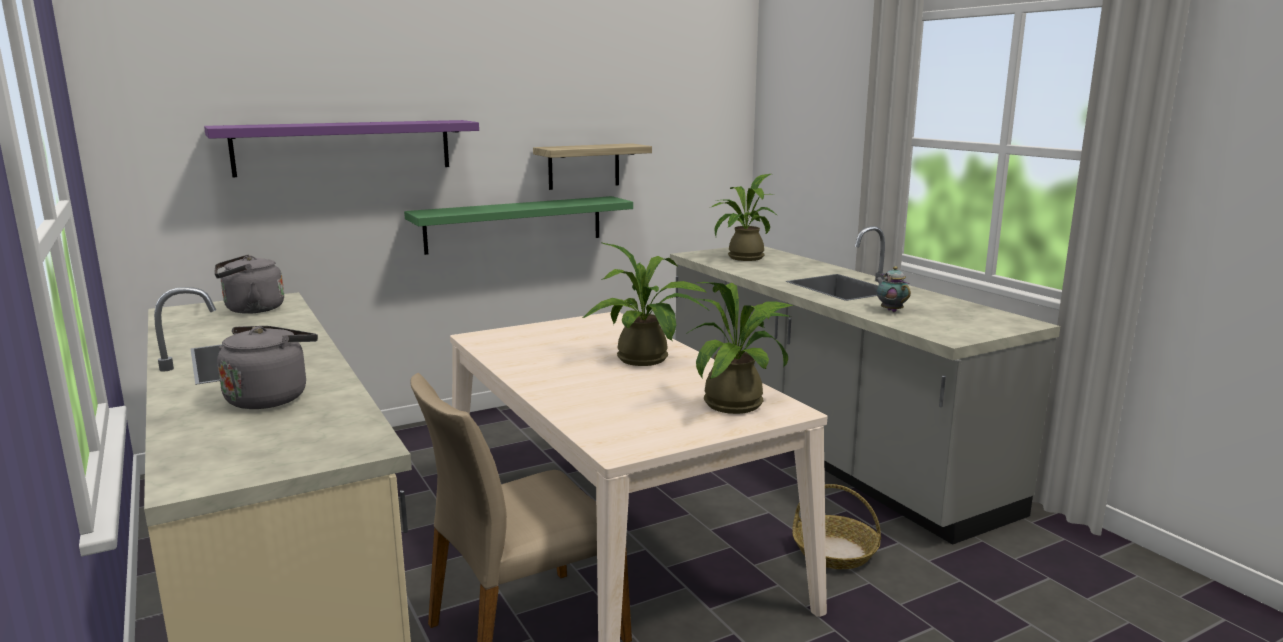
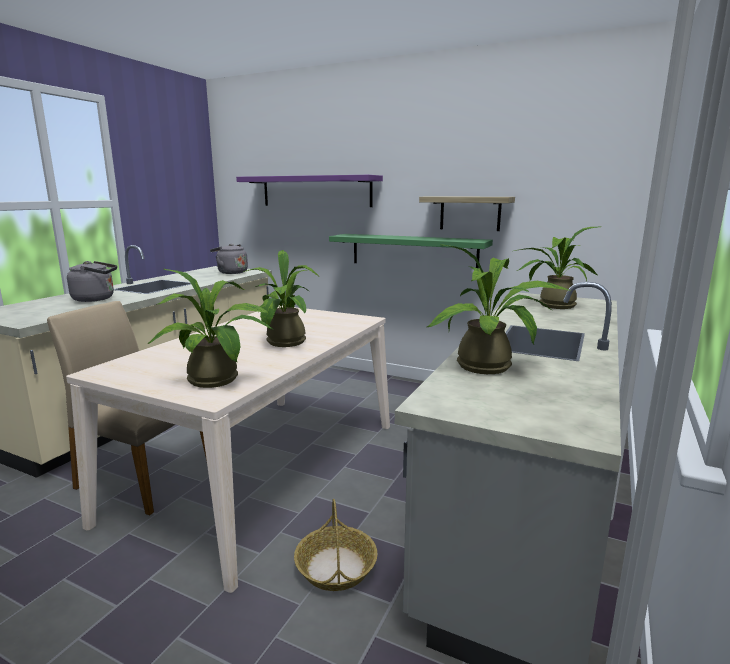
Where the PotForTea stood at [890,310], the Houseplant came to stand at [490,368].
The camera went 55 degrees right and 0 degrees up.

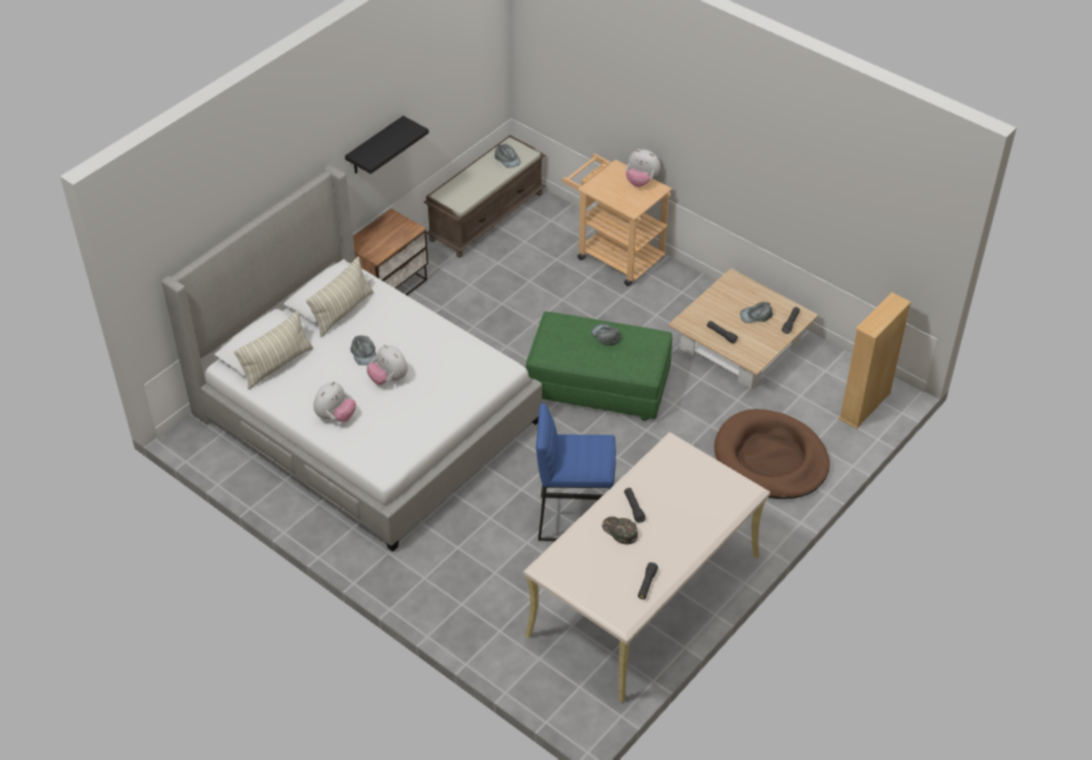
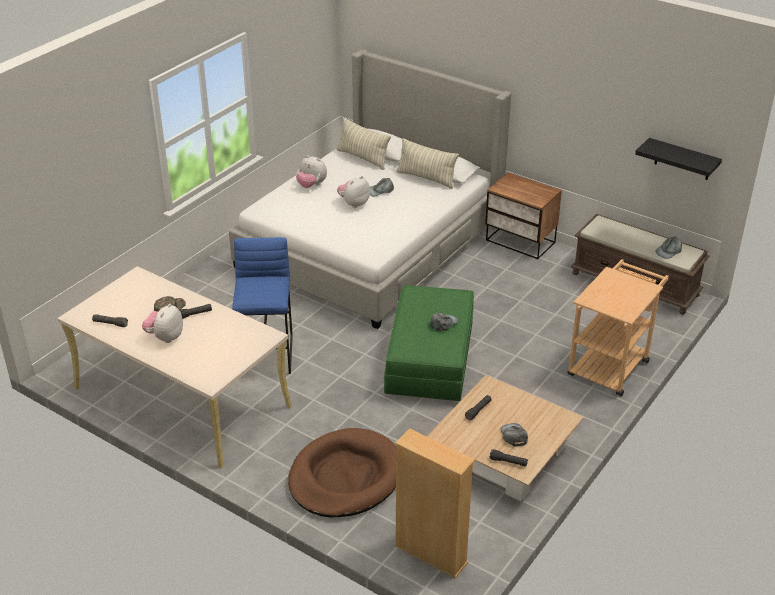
The BlackColouredShelf ended up elsewhere, having gone from [375,146] to [682,159].
The SoftToy ended up elsewhere, having gone from [641,181] to [165,337].
The camera went 85 degrees right and 10 degrees down.

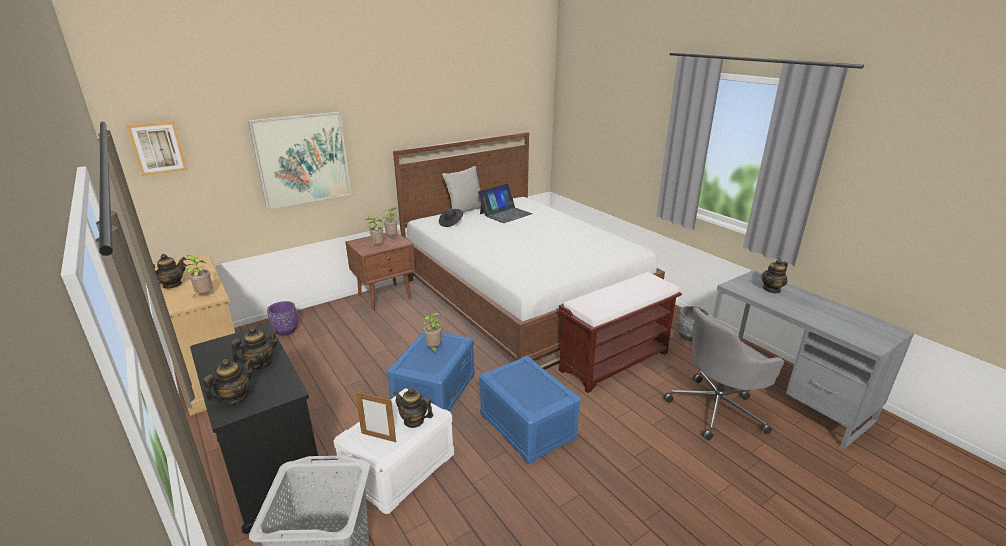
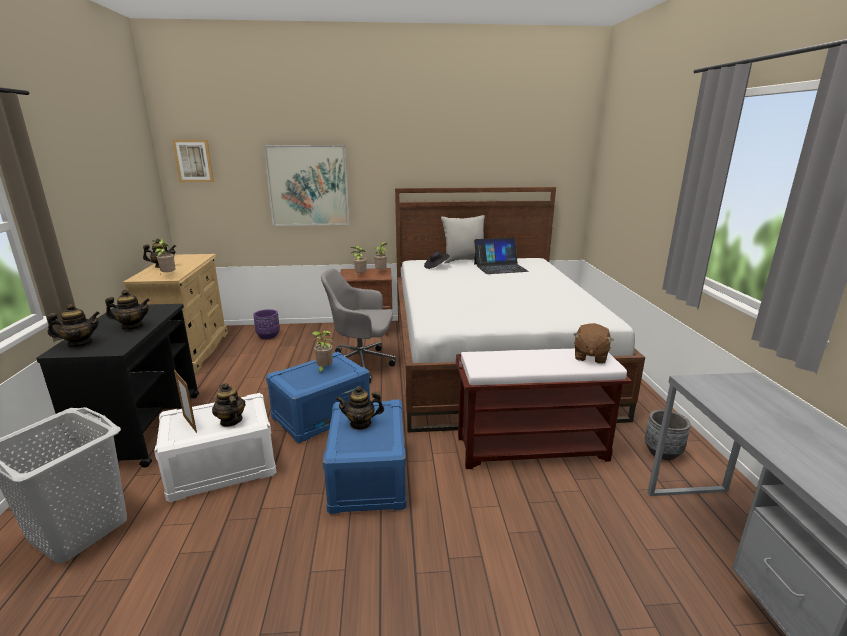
The second view gained the BrownishSoftToy at [590,356].
The GrayComputerChair ended up elsewhere, having gone from [717,409] to [361,364].
The PotForTea ended up elsewhere, having gone from [772,289] to [360,423].
The camera went 30 degrees right and 5 degrees down.

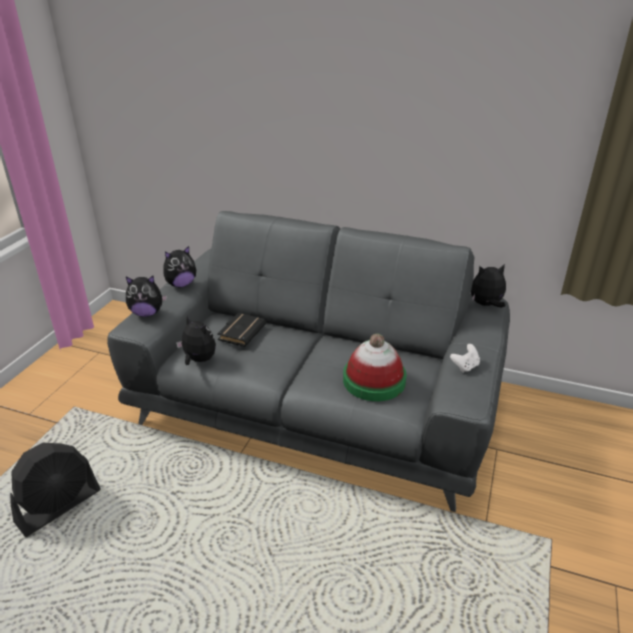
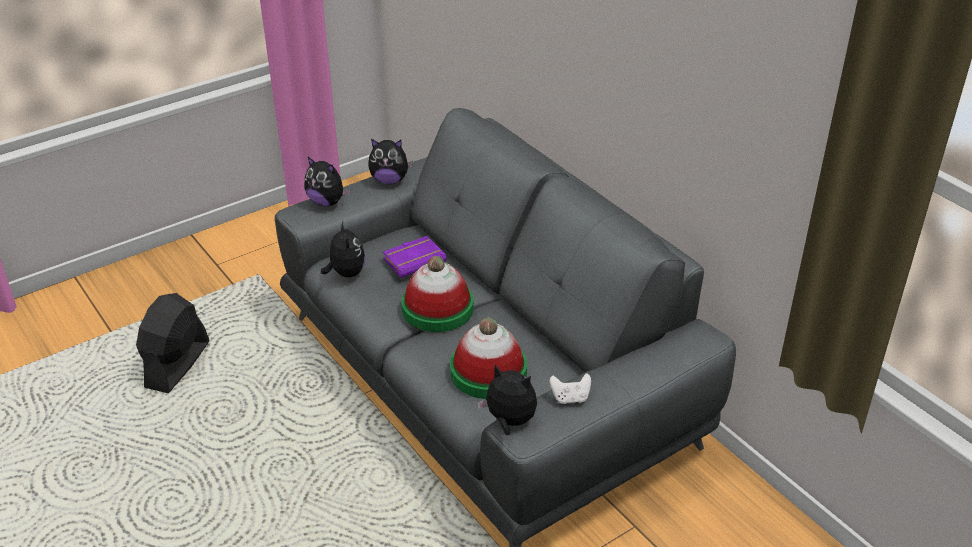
The second view gained the WearableHat at [437,308].
The SoftToy ended up elsewhere, having gone from [486,305] to [509,421].
What was the BlackColouredBook at [241,332] turned into the PurpleColouredBook at [415,259].
The BlackColouredFan at [59,506] ended up facing another way, 120 degrees clockwise from before.
The camera went 35 degrees right and 5 degrees up.

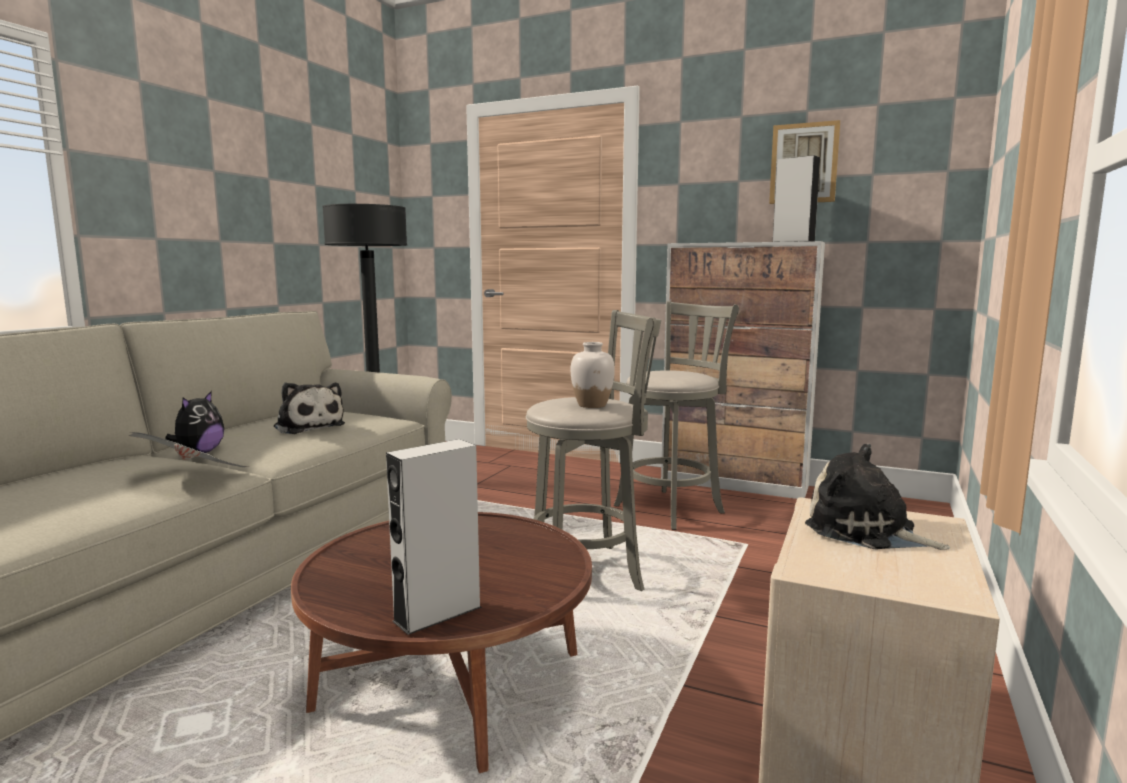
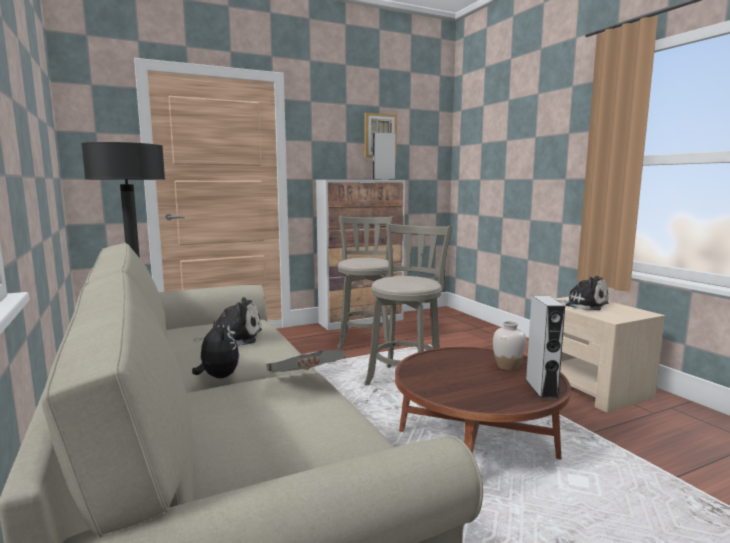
The WhitishDecorativeVase ended up elsewhere, having gone from [592,405] to [508,367].
The SoftToy at [866,531] ended up facing another way, 135 degrees counterclockwise from before.
The camera went 50 degrees left and 0 degrees up.

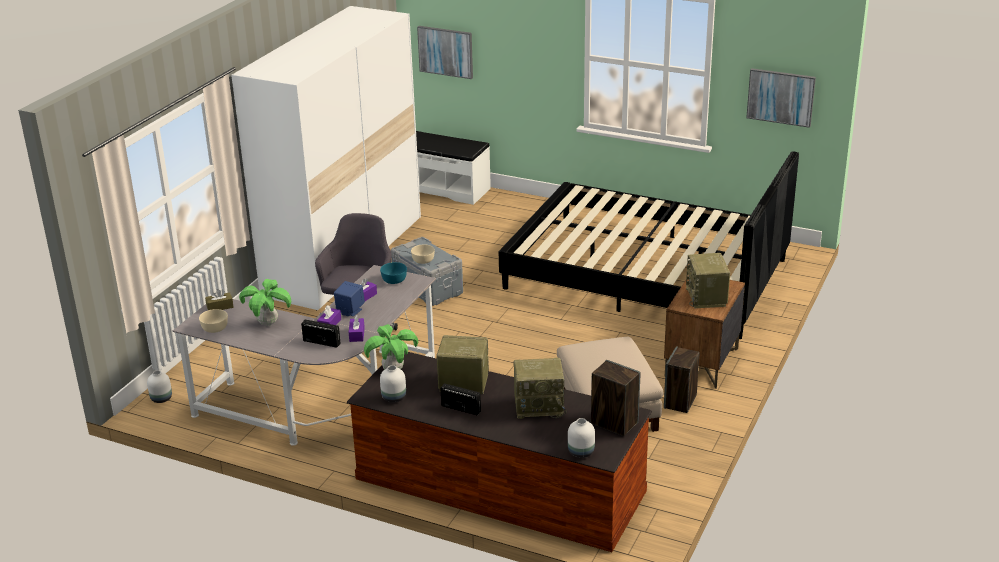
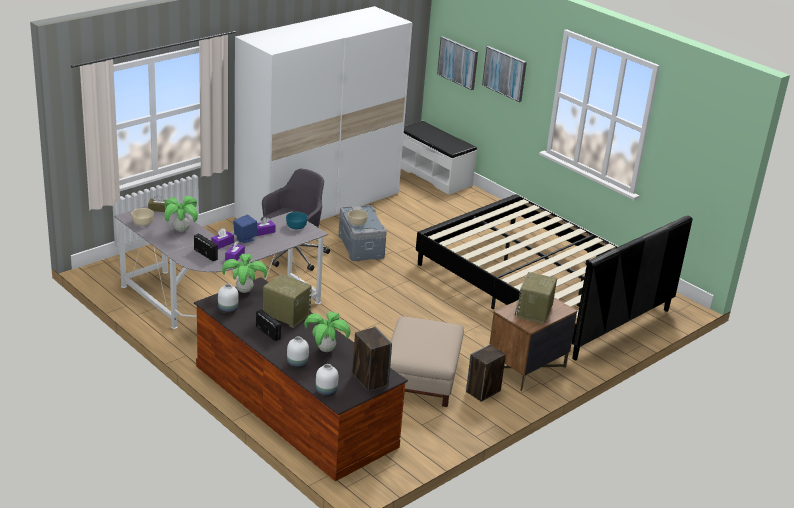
The WhitishDecorativeVase ended up elsewhere, having gone from [161,398] to [297,363].
The WallArt ended up elsewhere, having gone from [781,97] to [505,73].
Where the RadioSet stood at [539,406], the Houseplant came to stand at [326,350].
The camera went 20 degrees right and 0 degrees up.

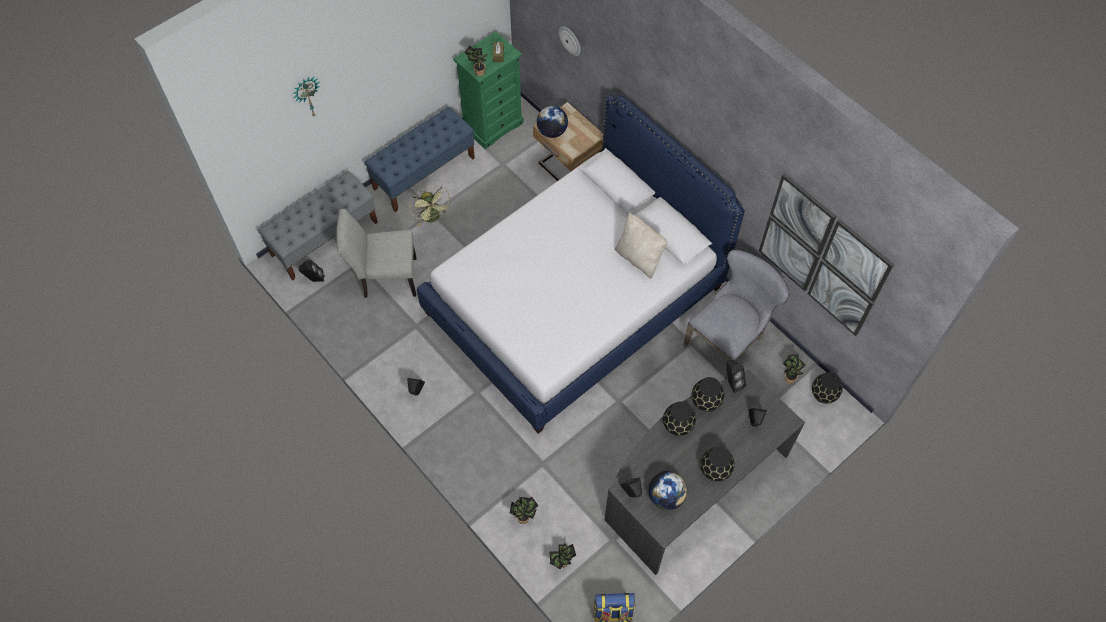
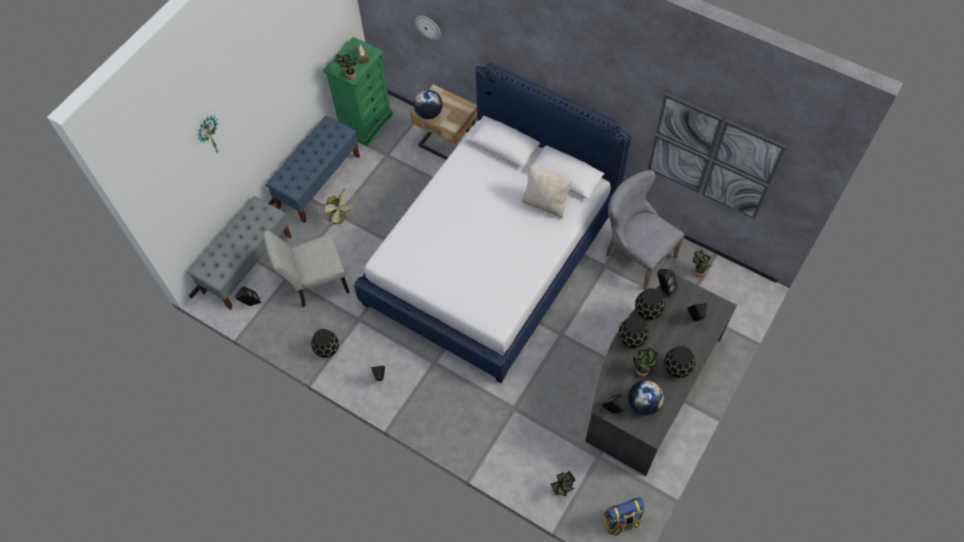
The Houseplant ended up elsewhere, having gone from [524,517] to [642,370].
The BlackColouredDecorativeVase ended up elsewhere, having gone from [823,395] to [327,349].
The GrayUprightChair at [728,340] ended up facing another way, 75 degrees counterclockwise from before.
The camera went 15 degrees left and 0 degrees up.

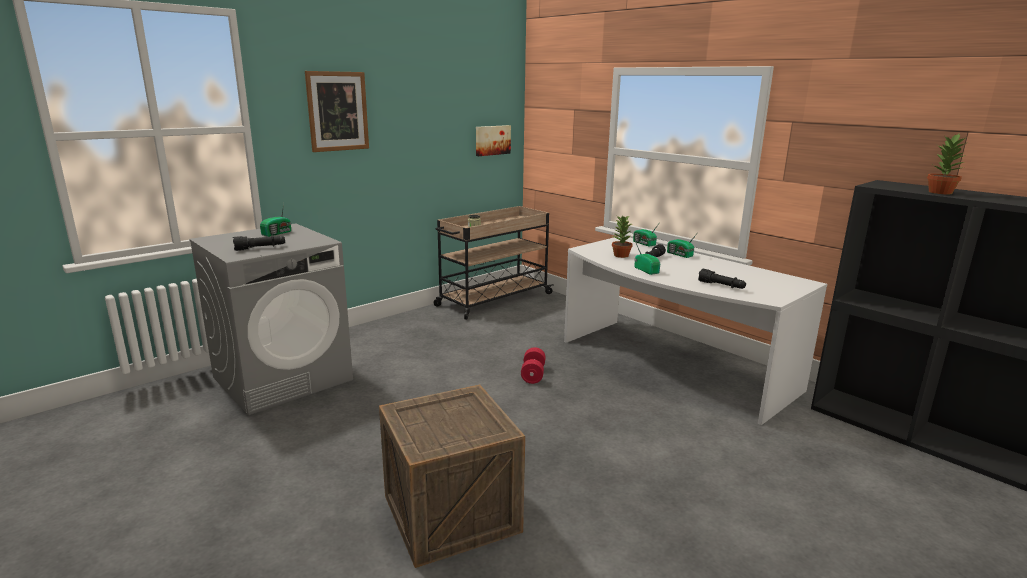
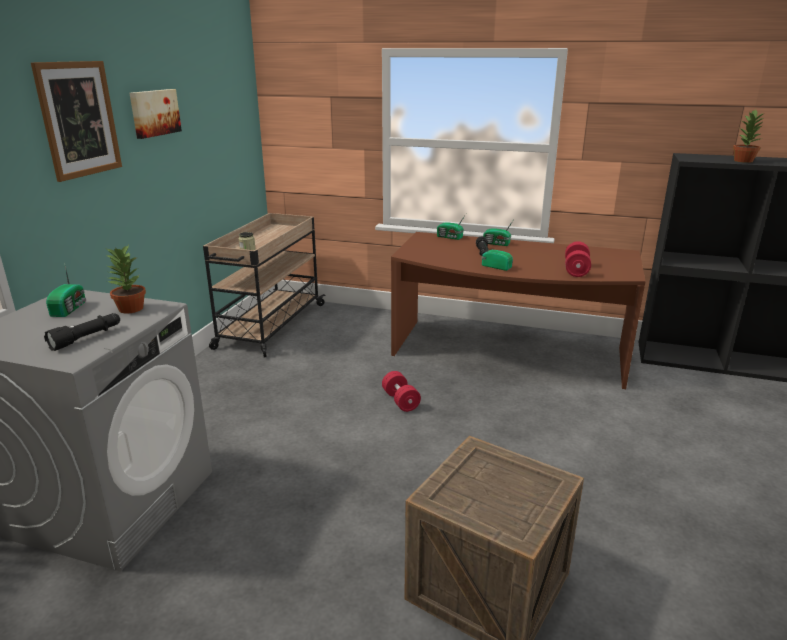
The WallArt ended up elsewhere, having gone from [492,140] to [154,113].
The Houseplant ended up elsewhere, having gone from [620,255] to [130,309].
Where the BlackColouredTorch stood at [721,286], the ReddishFreeWeight came to stand at [576,270].
What was the WhitishDeskUnit at [671,366] turned into the BrownishDeskUnit at [507,354].
The camera went 30 degrees left and 5 degrees up.

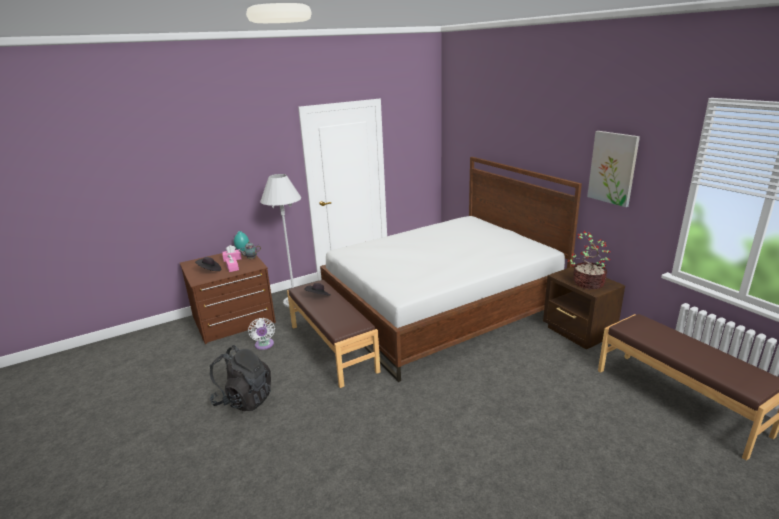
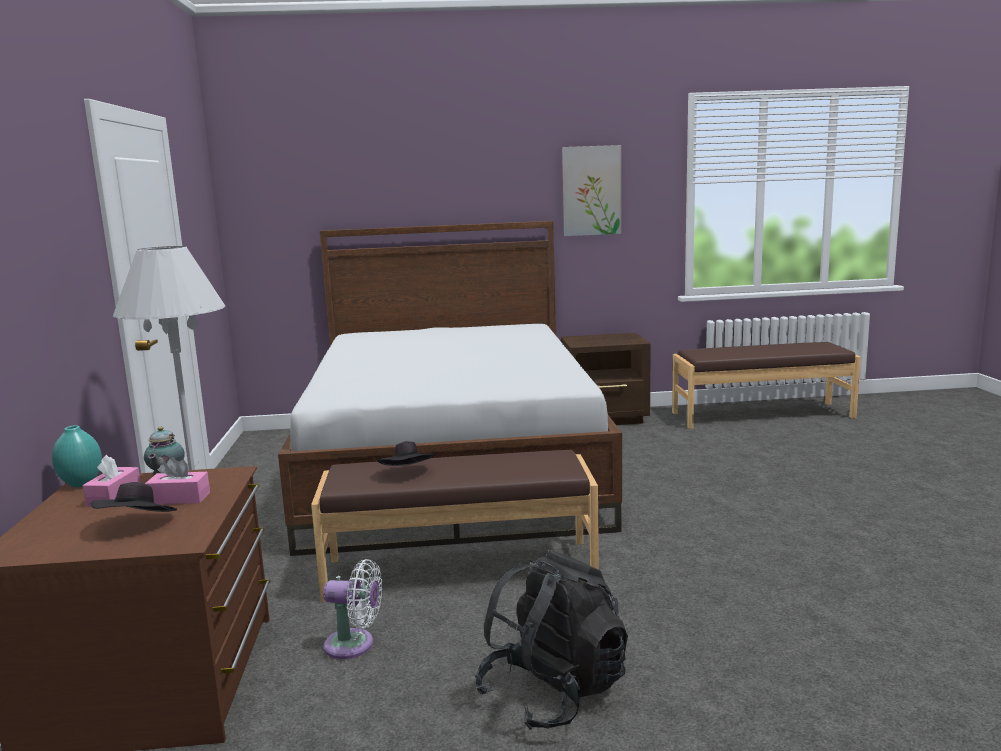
The second view lost the Houseplant at [587,283].
The camera went 65 degrees left and 10 degrees down.

